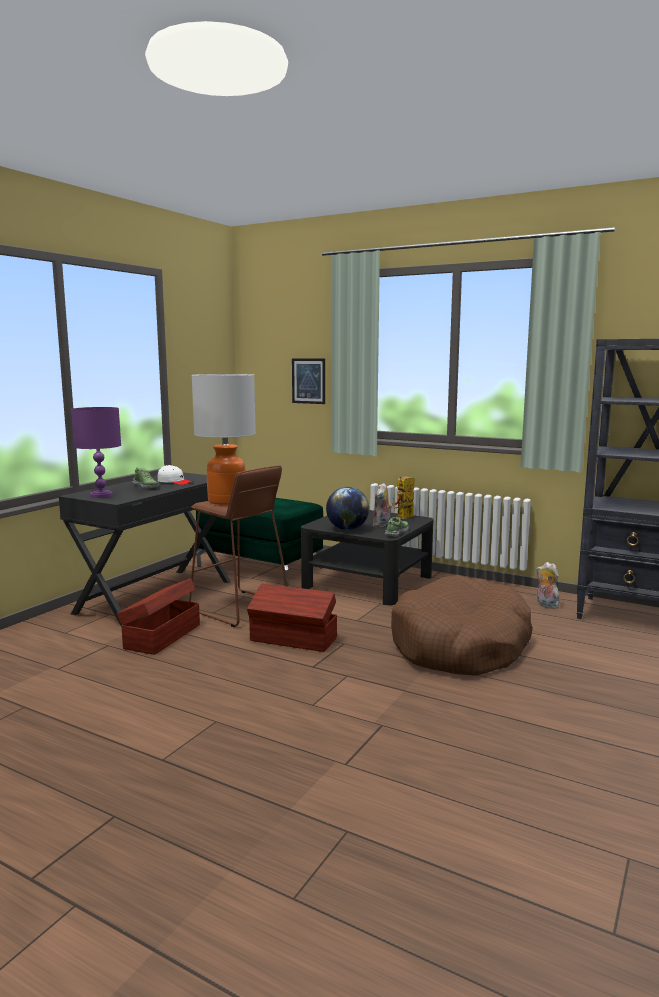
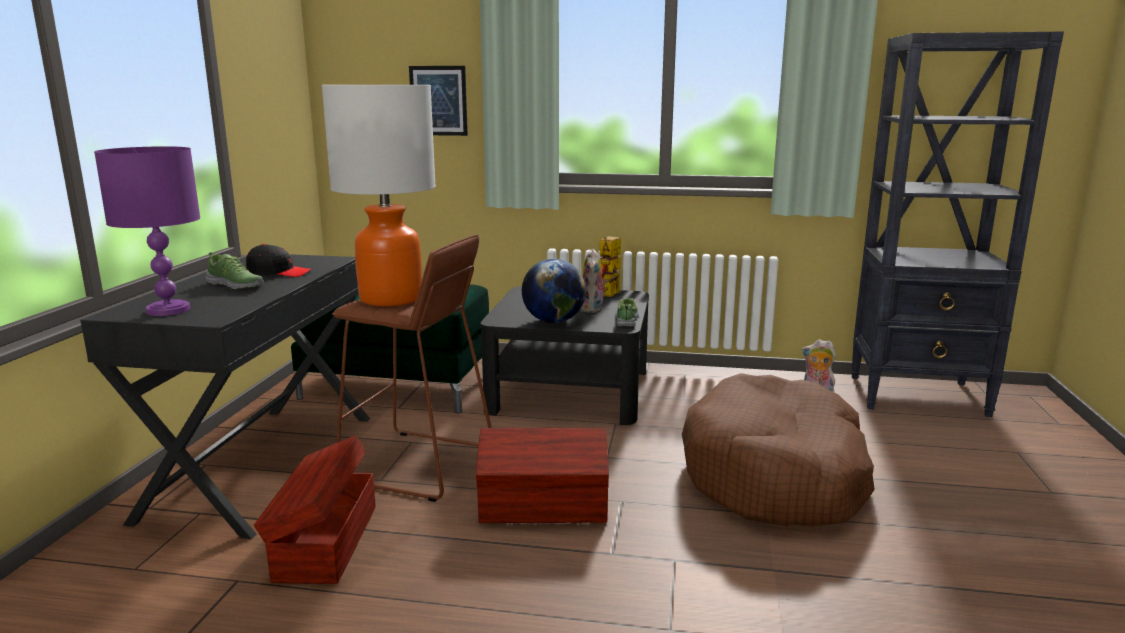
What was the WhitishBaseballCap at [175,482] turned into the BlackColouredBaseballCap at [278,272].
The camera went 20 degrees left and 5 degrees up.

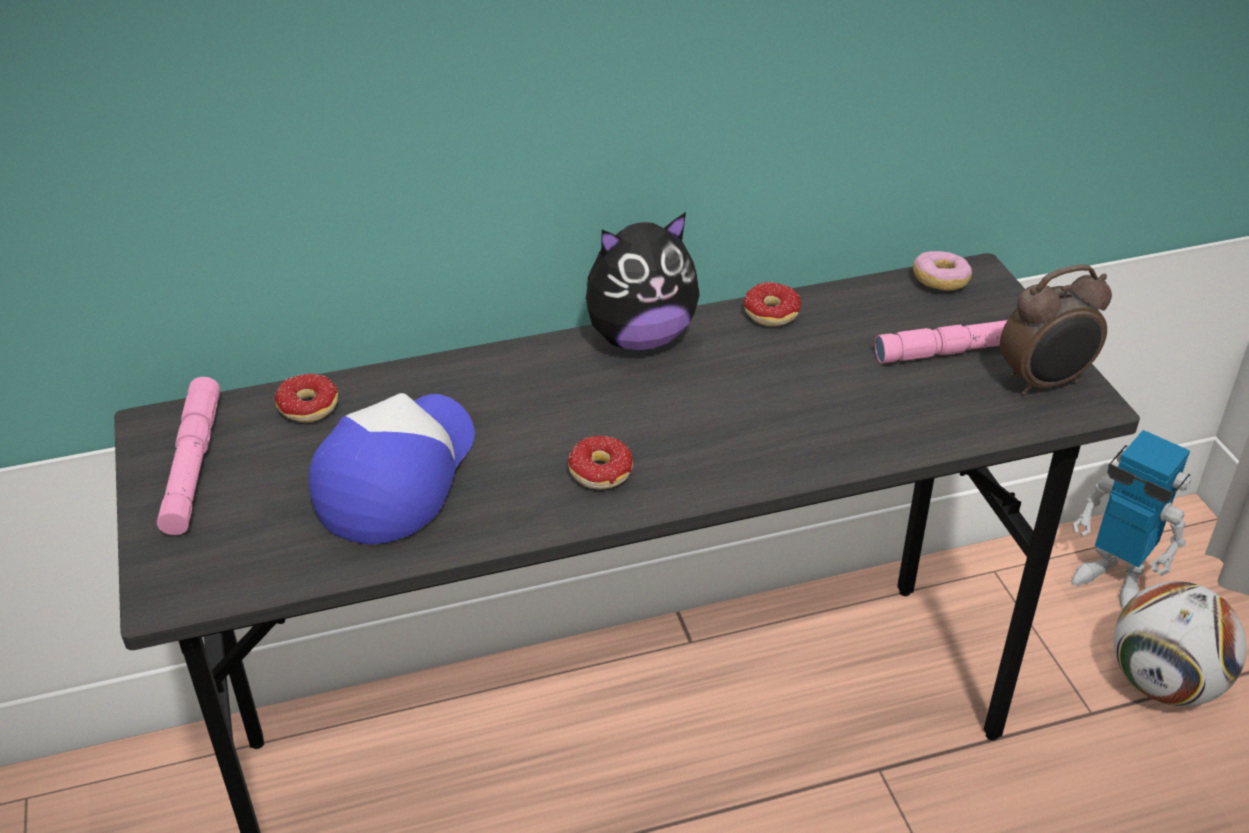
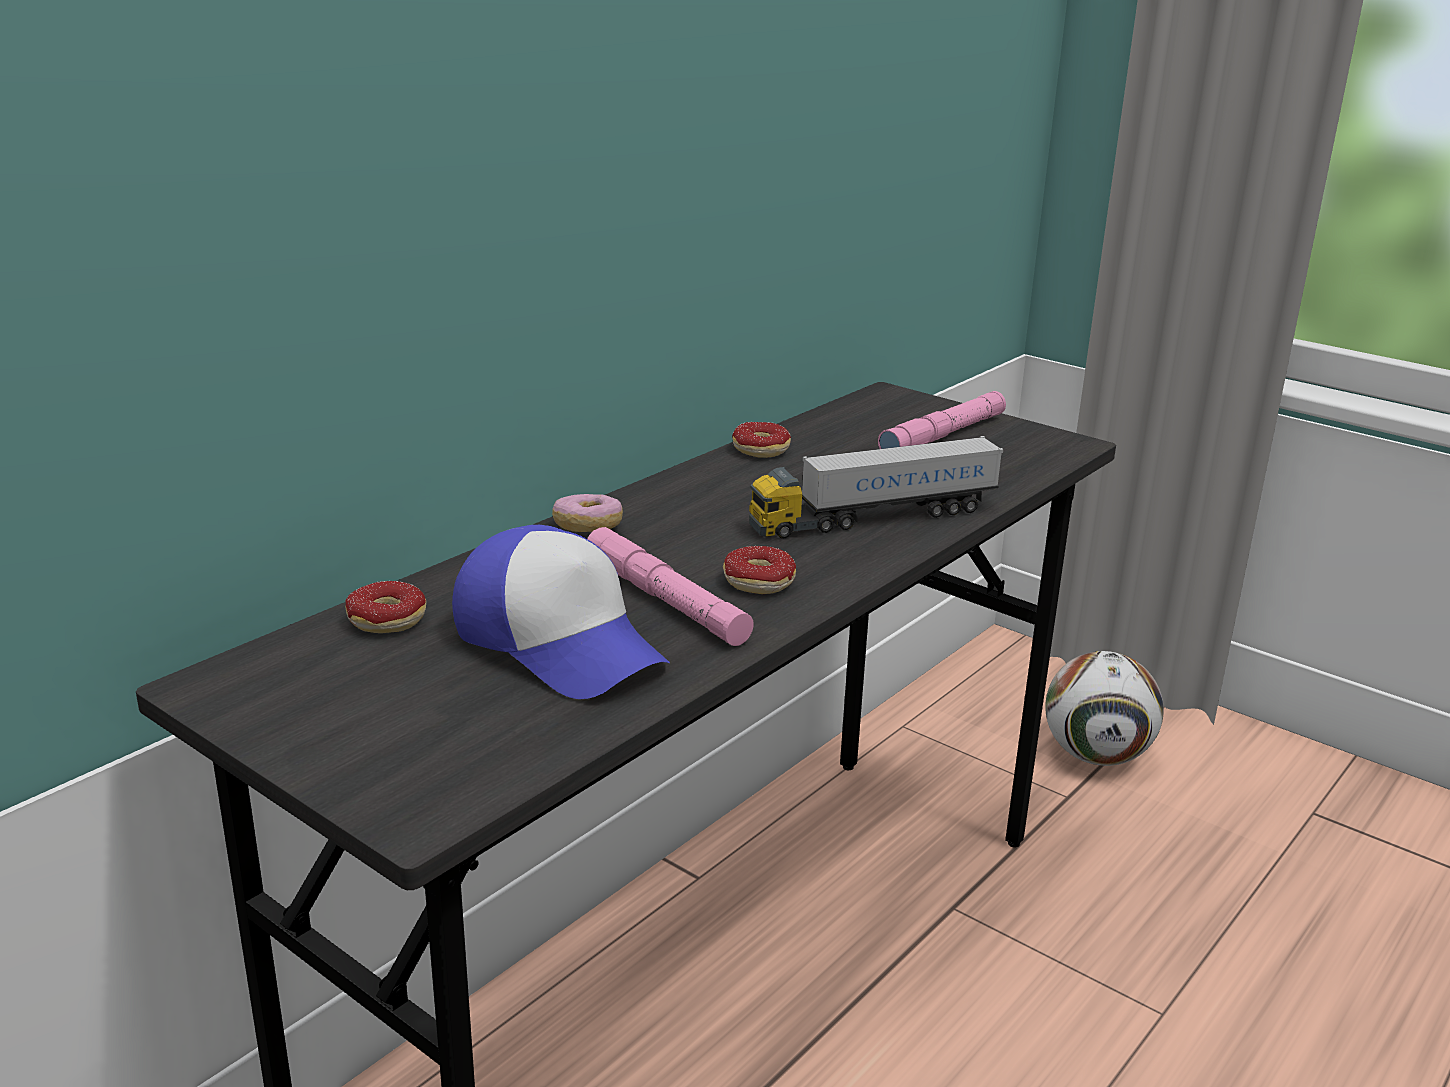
The second view lost the SoftToy at [640,337].
The second view lost the AlarmClock at [1045,383].
The second view lost the ModelRobot at [1113,578].
The second view gained the ModelTruck at [873,517].
The PinkColouredTorch ended up elsewhere, having gone from [192,464] to [665,600].
The Doughnut ended up elsewhere, having gone from [940,281] to [588,527].
The BaseballCap at [397,476] ended up facing another way, 150 degrees clockwise from before.
The camera went 35 degrees left and 15 degrees down.

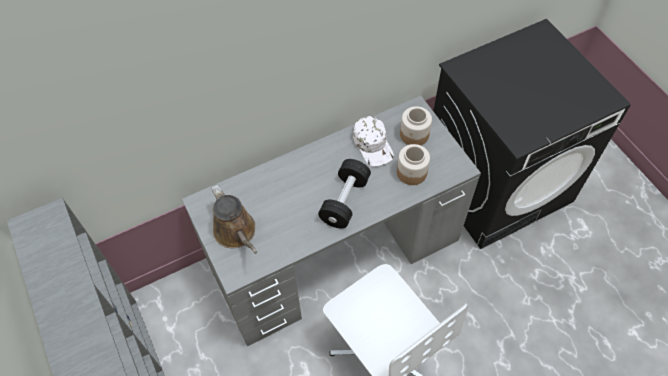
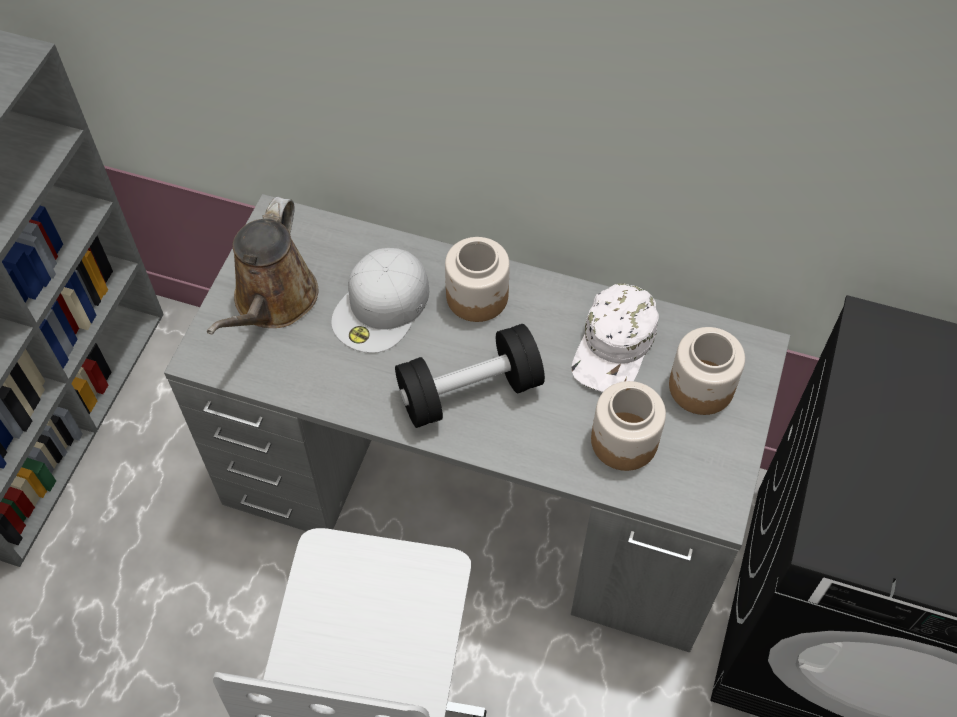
The second view gained the WhitishBaseballCap at [382,307].
The second view gained the Jar at [478,297].
The camera went 45 degrees right and 0 degrees up.

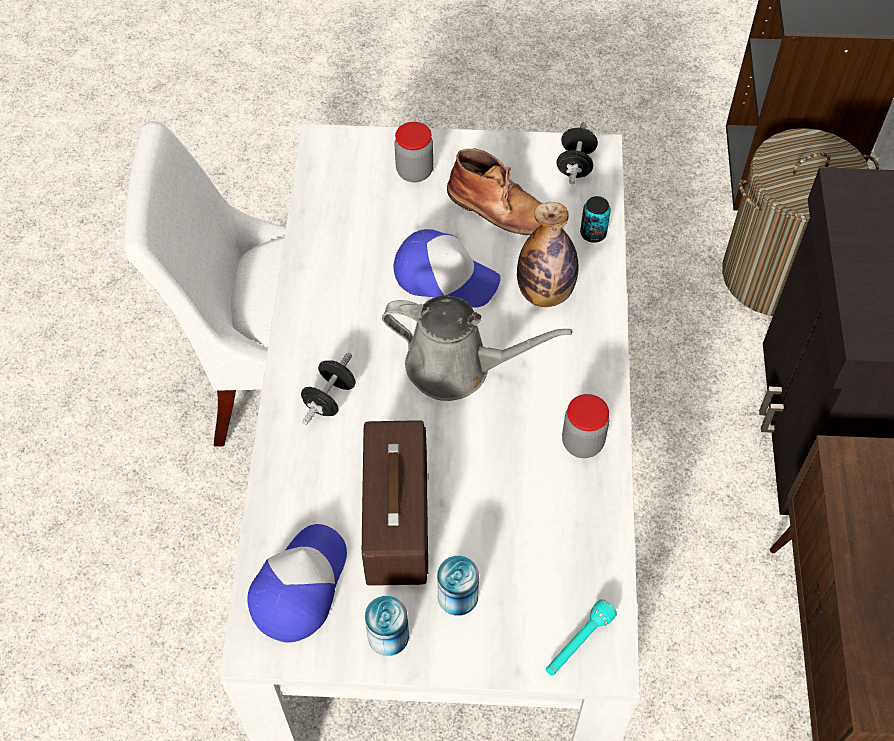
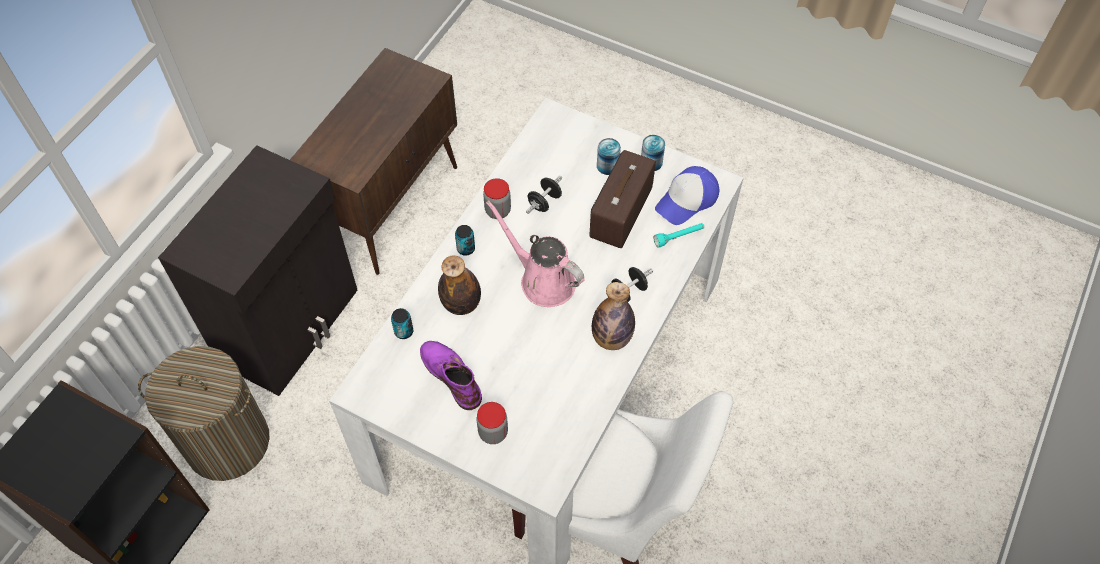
The second view lost the BaseballCap at [445,276].
The second view gained the MetalCan at [466,249].
The second view gained the BeverageBottle at [611,338].
The TurquoiseColouredTorch ended up elsewhere, having gone from [578,643] to [679,237].
The BlackColouredFreeWeight ended up elsewhere, having gone from [575,165] to [544,202].
What was the GrayWateringPot at [457,367] turned into the PinkColouredWateringPot at [543,280].
What was the BrownishHighTopBoot at [502,209] turned into the PurpleColouredHighTopBoot at [451,375].
The camera went 155 degrees left and 0 degrees up.

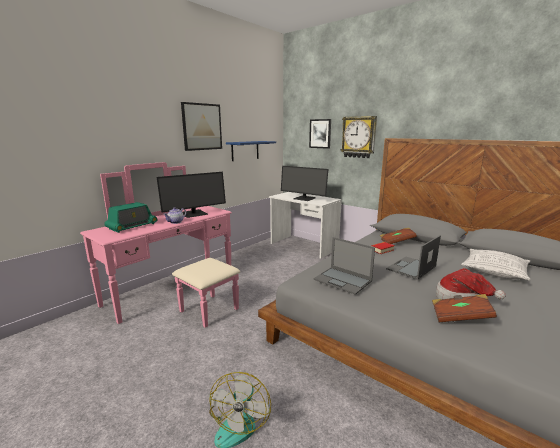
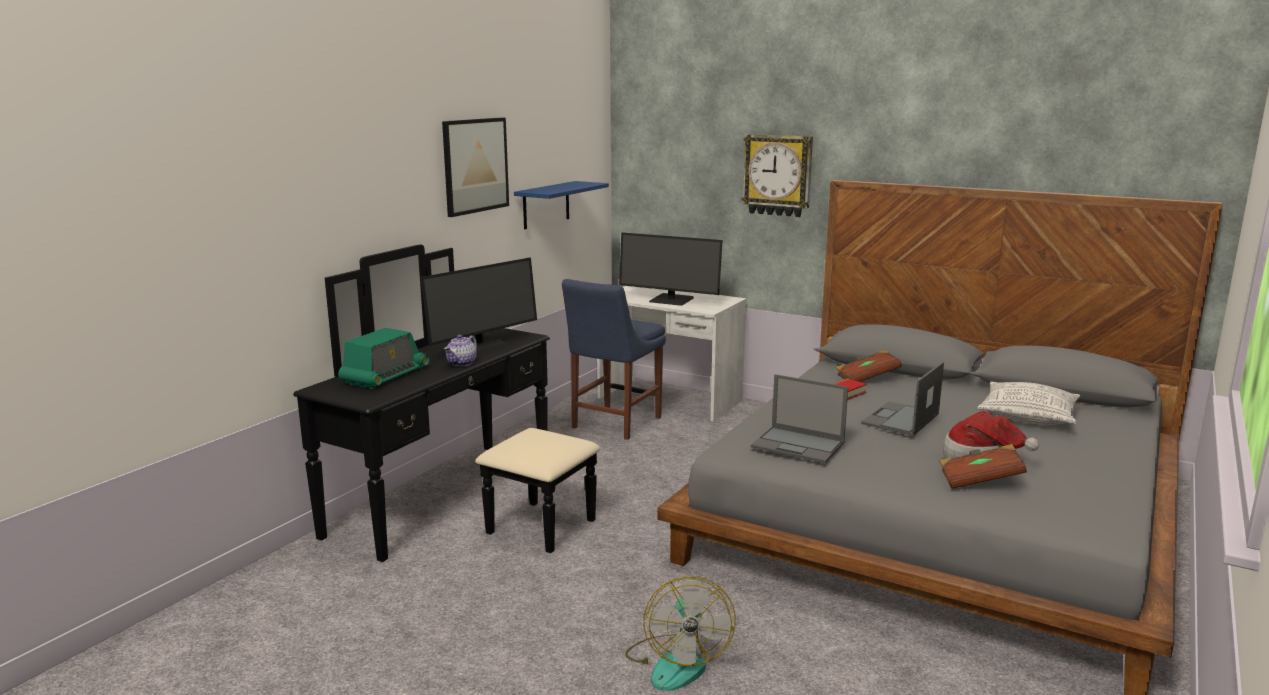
The second view lost the WallArt at [320,133].
The second view gained the BlueColouredUprightChair at [613,424].
What was the PinkColouredDresser at [180,293] turned into the BlackColouredDresser at [464,503].
The camera went 10 degrees left and 0 degrees up.

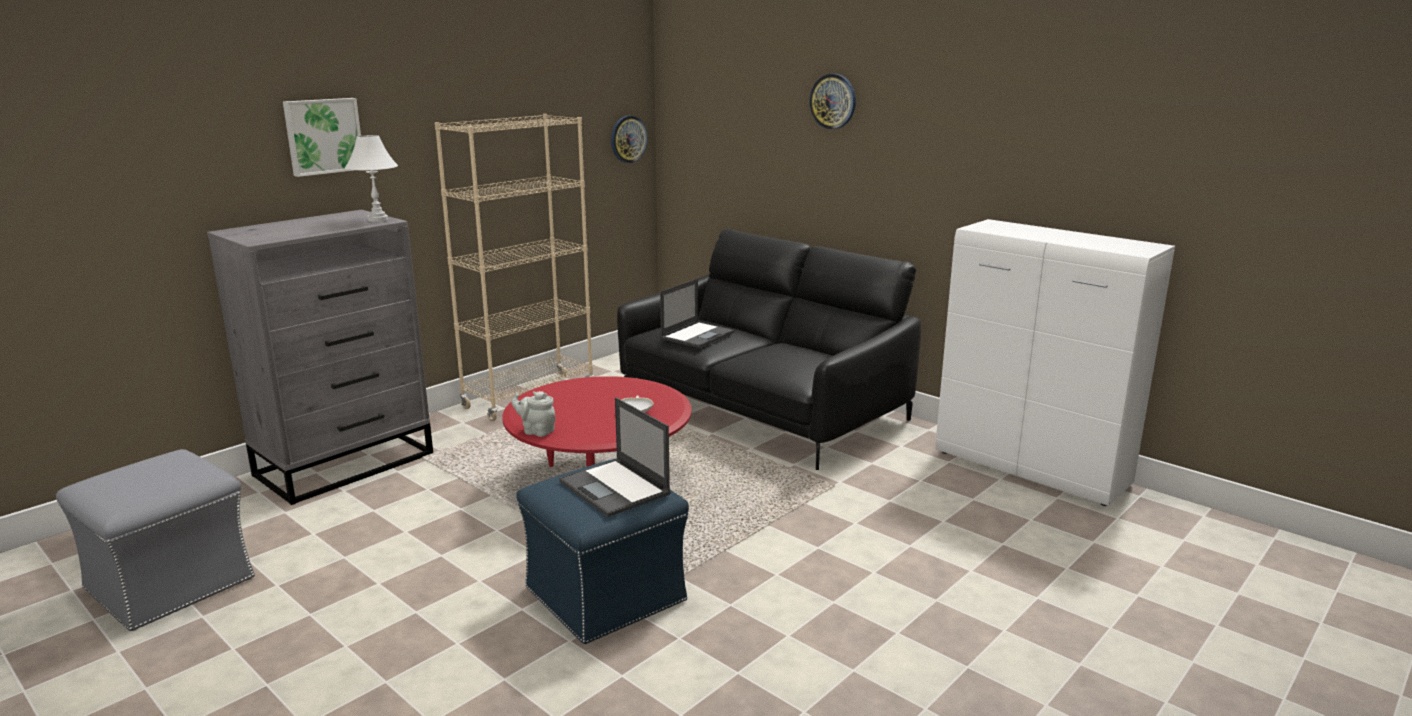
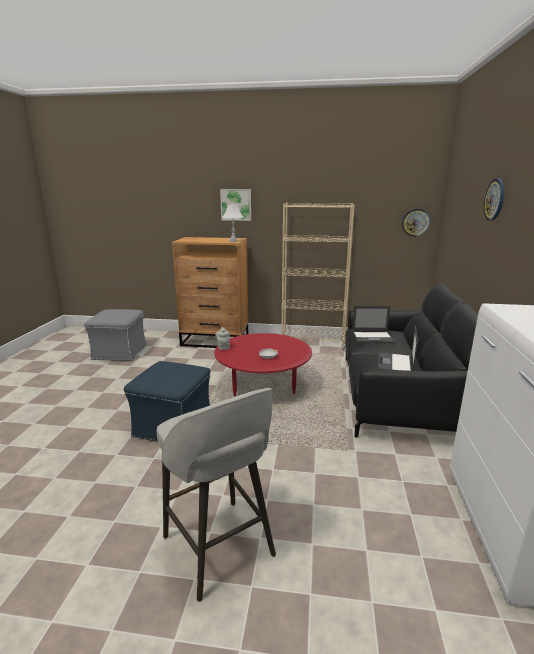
The second view gained the GrayStoolSeat at [219,548].
The Laptop ended up elsewhere, having gone from [615,488] to [395,364].
What was the GrayDresser at [346,464] turned into the BrownishDresser at [215,341].
The camera went 55 degrees right and 0 degrees up.

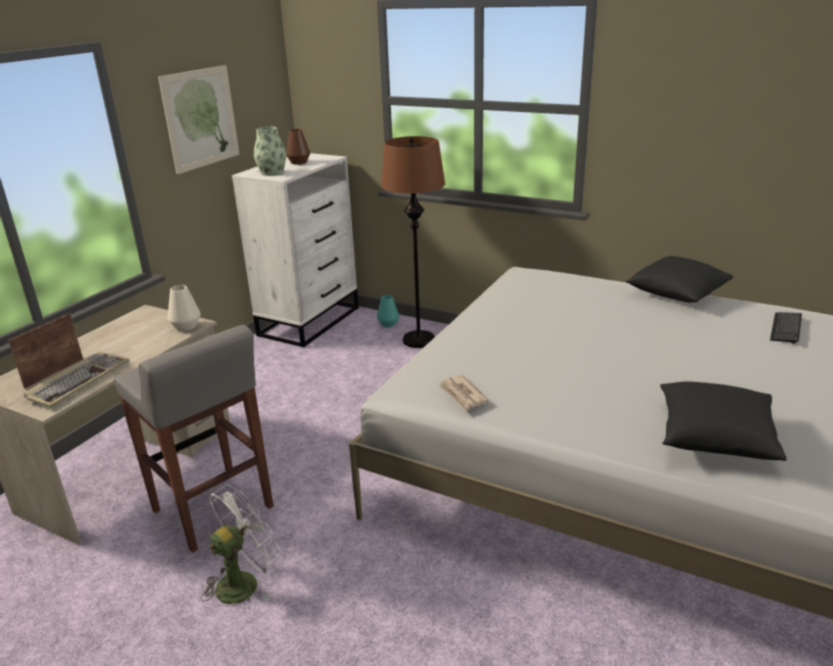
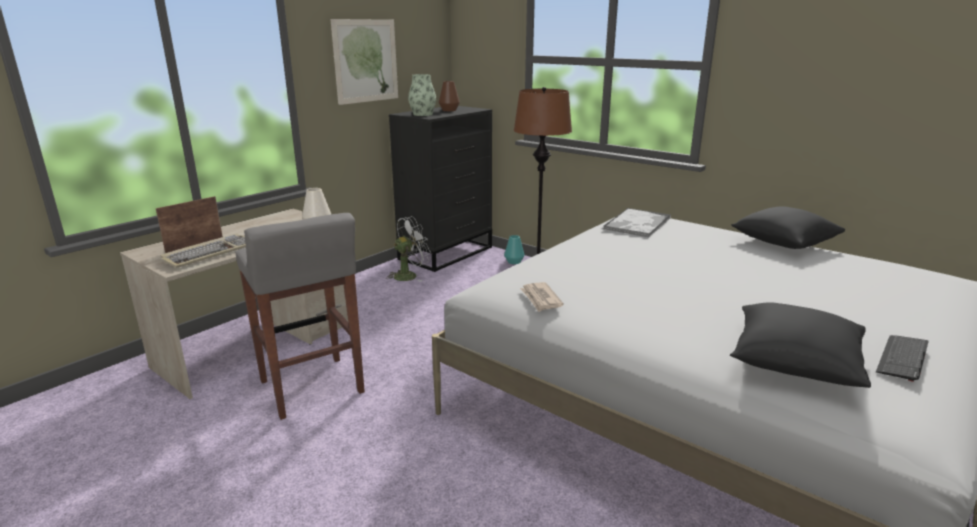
The second view gained the ServingTray at [637,224].
The WhitishFan ended up elsewhere, having gone from [244,581] to [409,275].
The ComputerKeyboard ended up elsewhere, having gone from [785,328] to [902,358].
What was the WhitishDresser at [310,321] turned into the BlackColouredDresser at [447,253].
The camera went 10 degrees right and 5 degrees down.

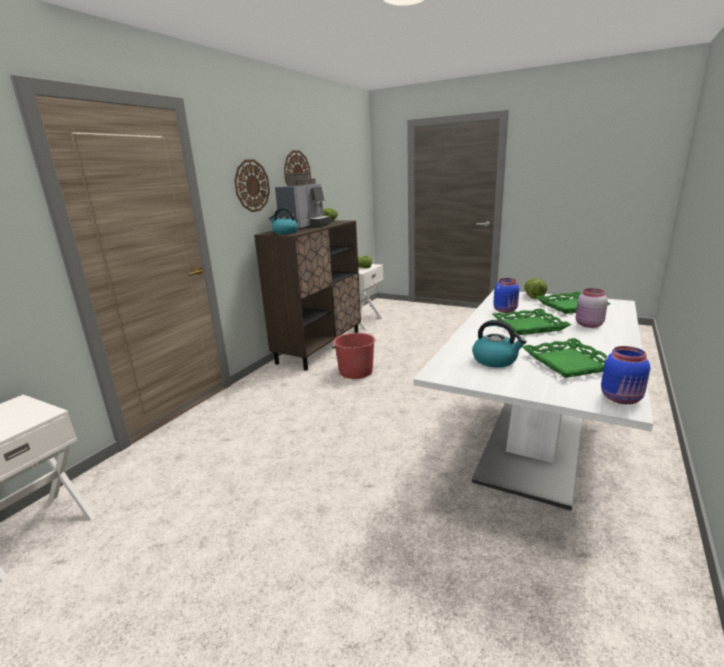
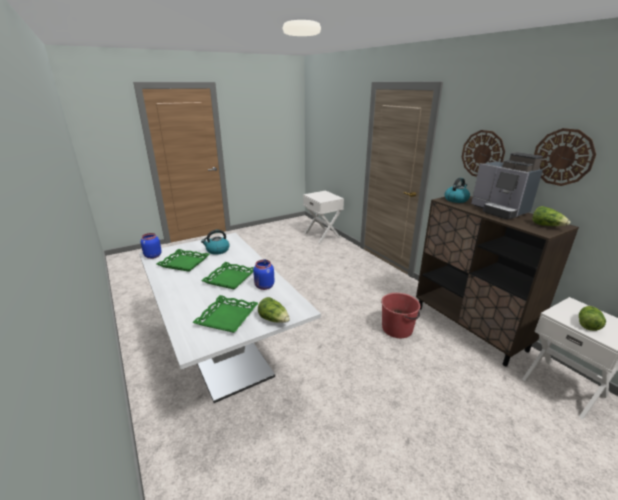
The second view lost the PinkColouredJar at [588,325].
The camera went 120 degrees right and 5 degrees up.

